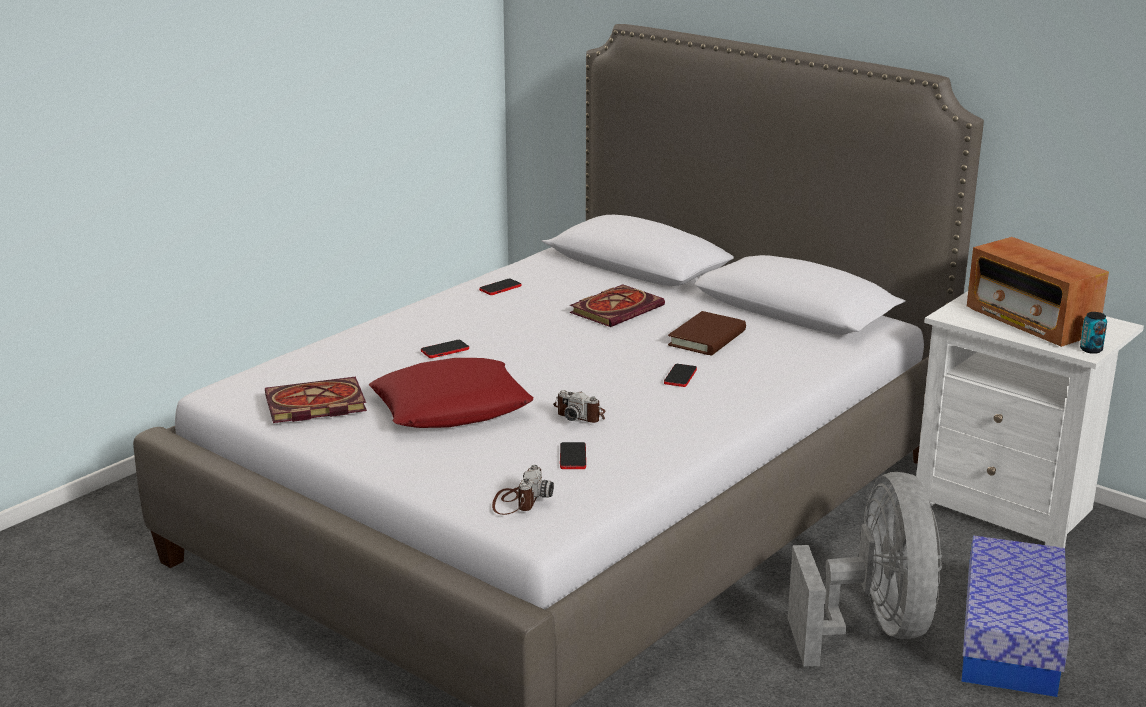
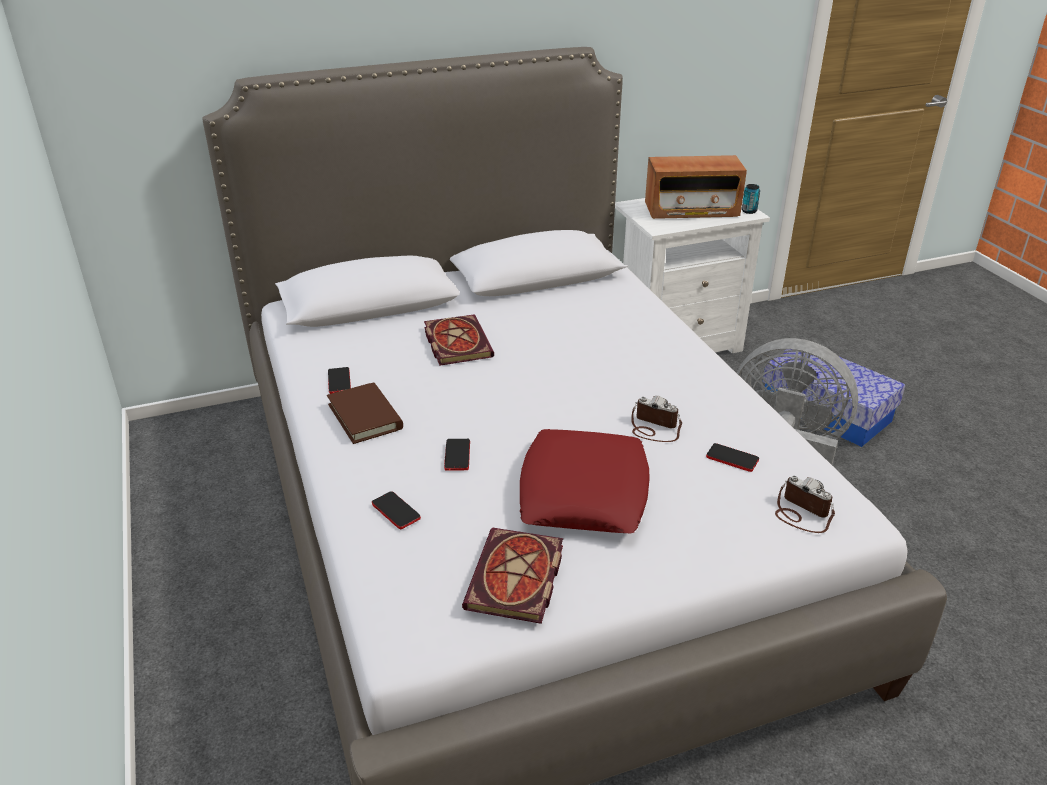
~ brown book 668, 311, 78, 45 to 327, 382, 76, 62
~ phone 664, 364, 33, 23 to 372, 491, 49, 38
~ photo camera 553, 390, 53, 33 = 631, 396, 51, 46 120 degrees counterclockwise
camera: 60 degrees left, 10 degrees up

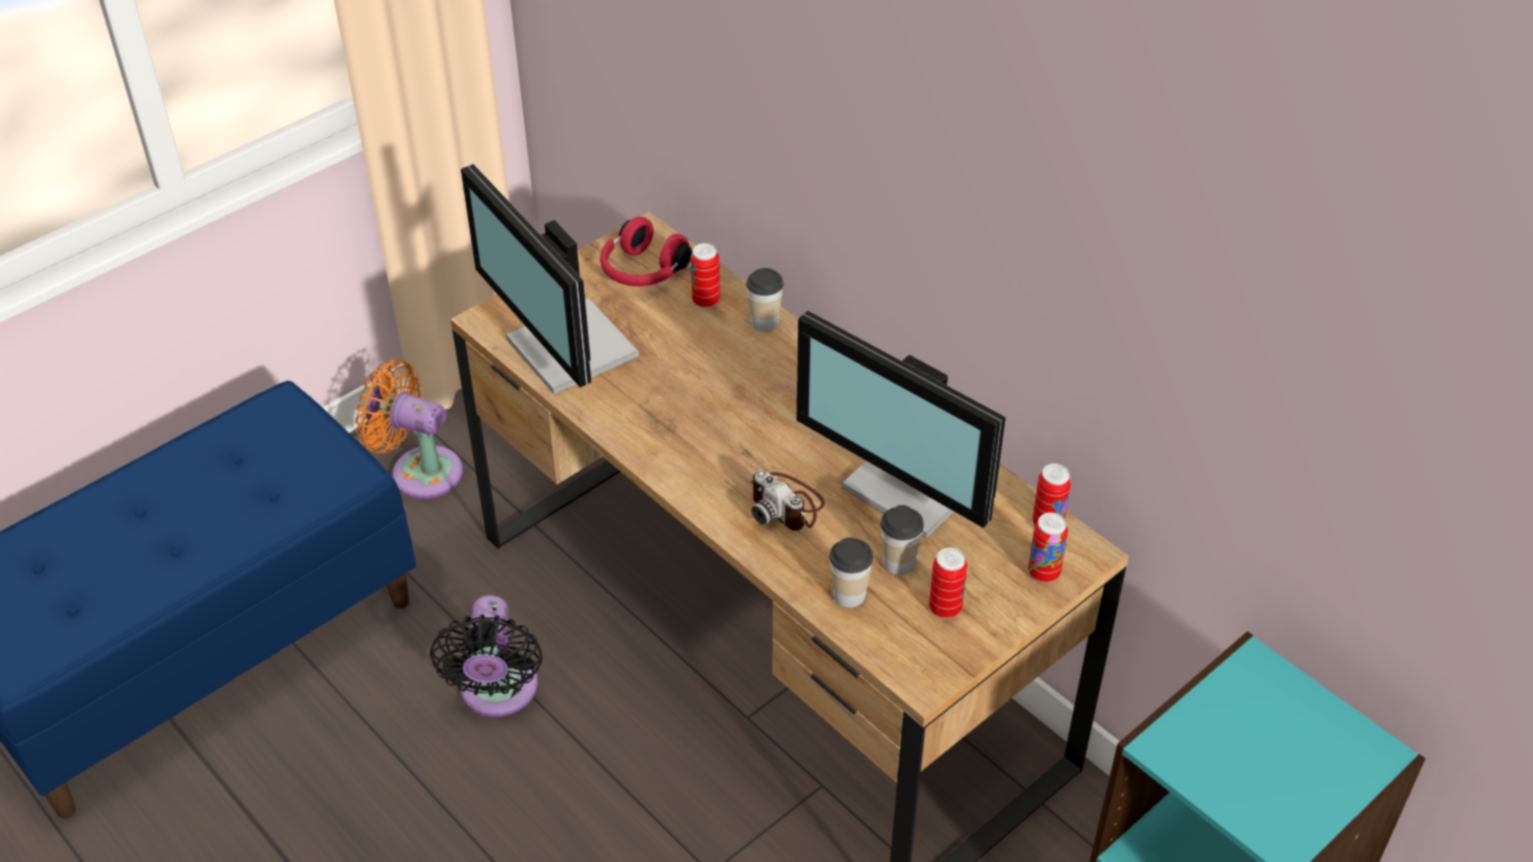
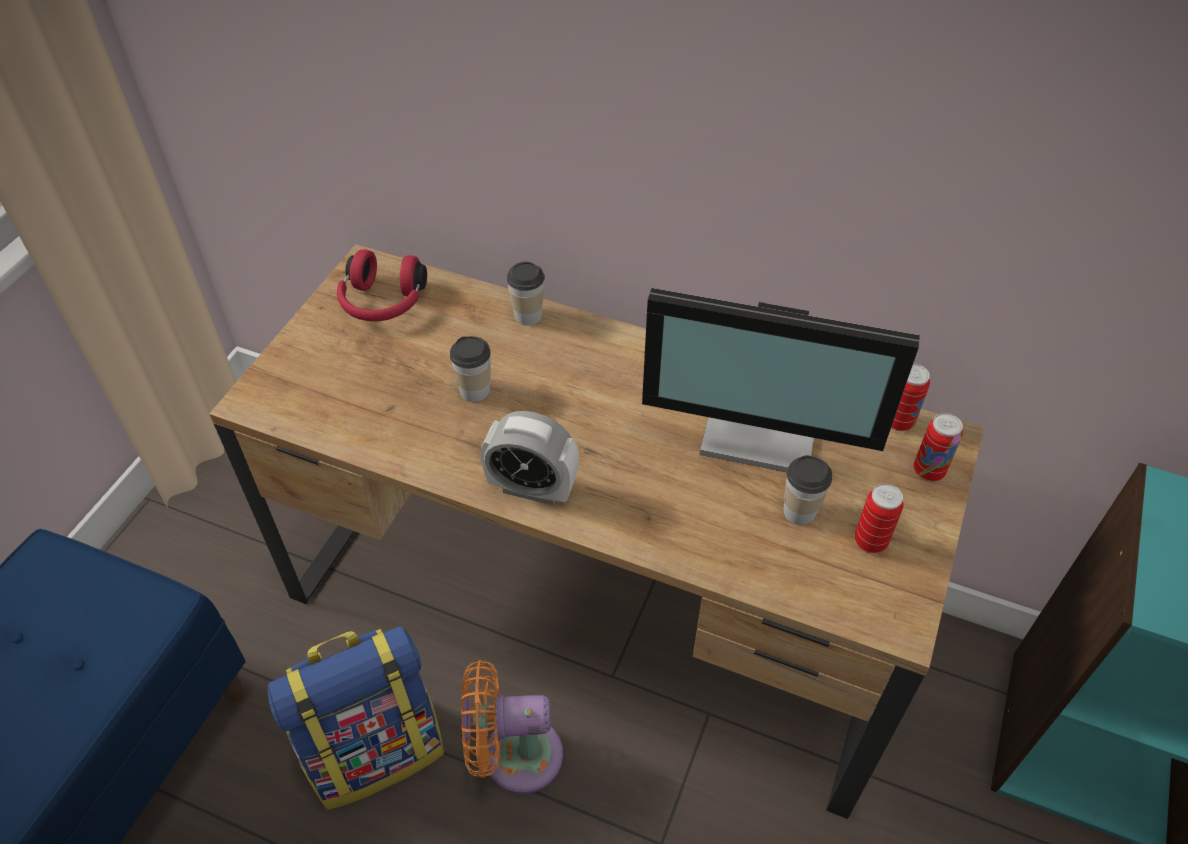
~ black fan 430, 595, 113, 122 to backpack 268, 626, 176, 184
~ cup 830, 537, 43, 71 to 450, 336, 41, 66
~ orange fan 355, 360, 108, 139 to 461, 660, 102, 134
+ alarm clock 480, 411, 99, 94
- monitor 461, 164, 178, 230
- can 690, 243, 30, 65
- photo camera 751, 470, 74, 61
camera: 25 degrees left, 5 degrees up

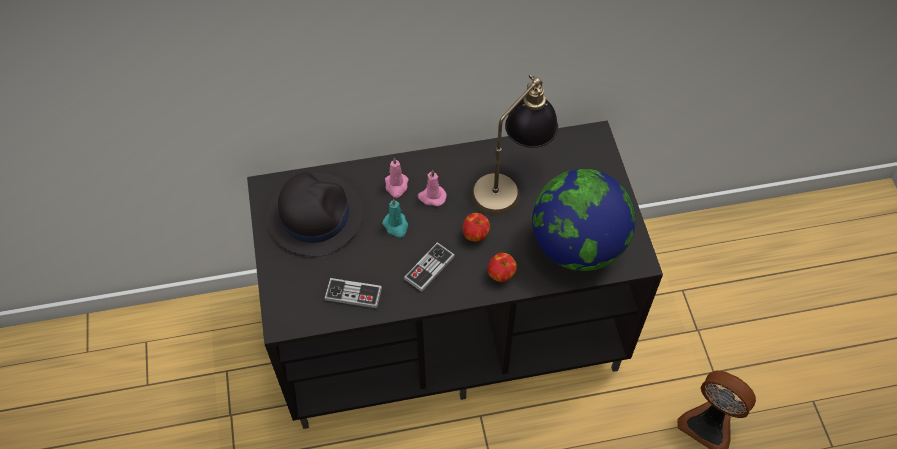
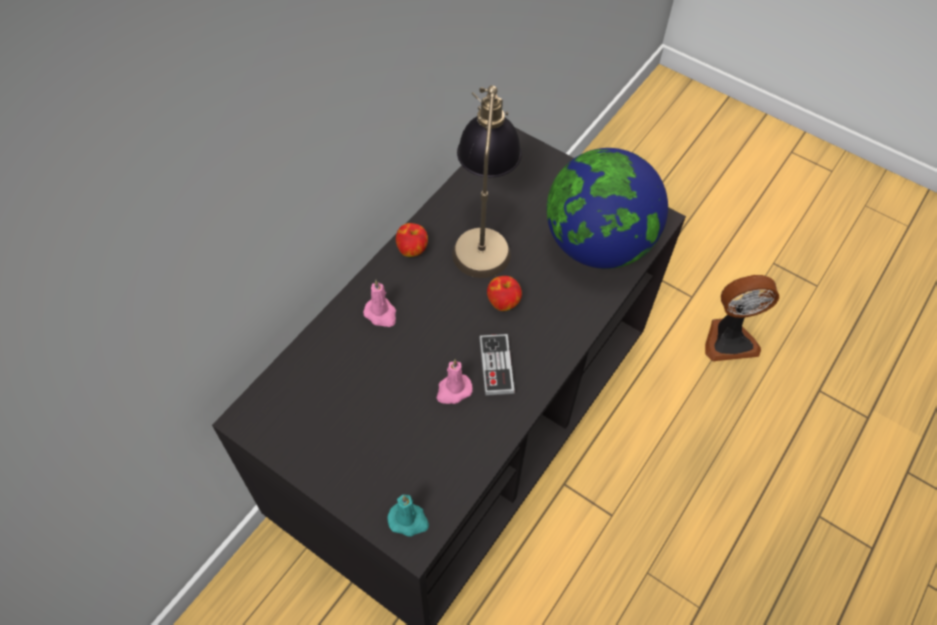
~ turquoise candle 382, 198, 26, 40 to 387, 495, 42, 42
~ apple 488, 253, 29, 29 to 396, 223, 32, 34
~ pink candle 417, 170, 30, 36 to 436, 359, 36, 45
- black hat 266, 172, 97, 85
- game controller 325, 278, 57, 30
camera: 45 degrees left, 0 degrees up

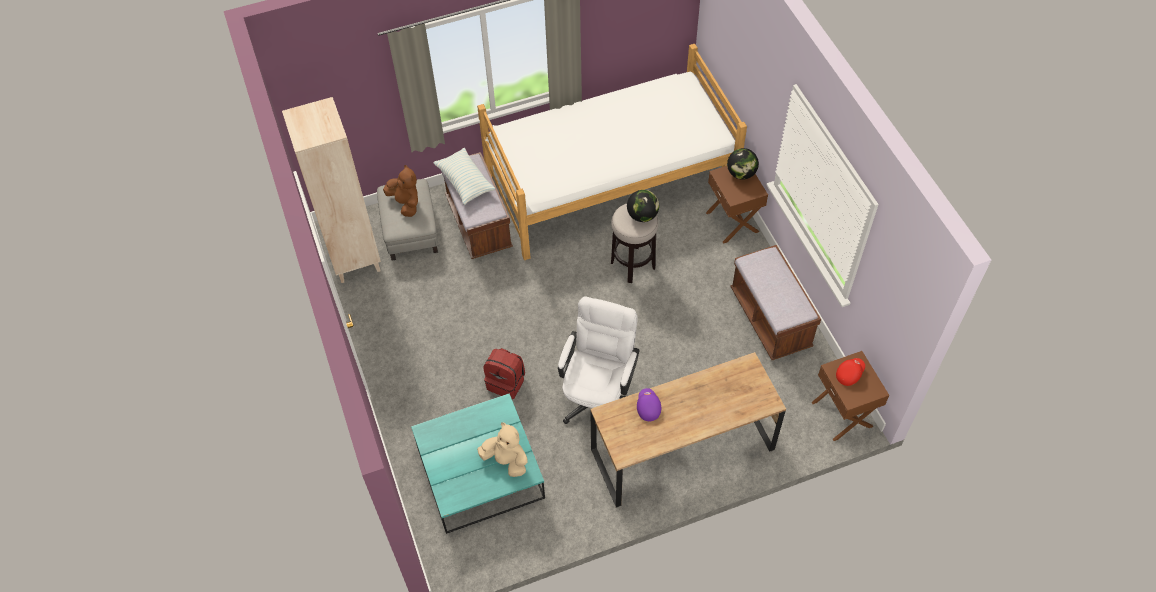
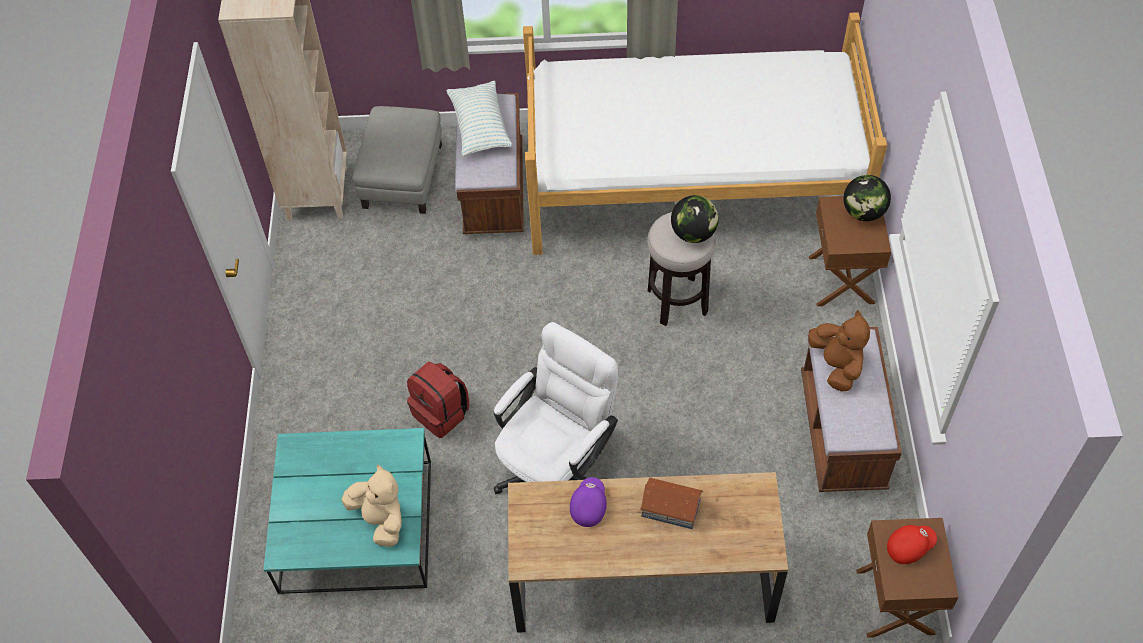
+ toy house 640, 478, 63, 51
~ brown plush toy 383, 165, 35, 52 to 808, 310, 62, 82
camera: 20 degrees right, 0 degrees up

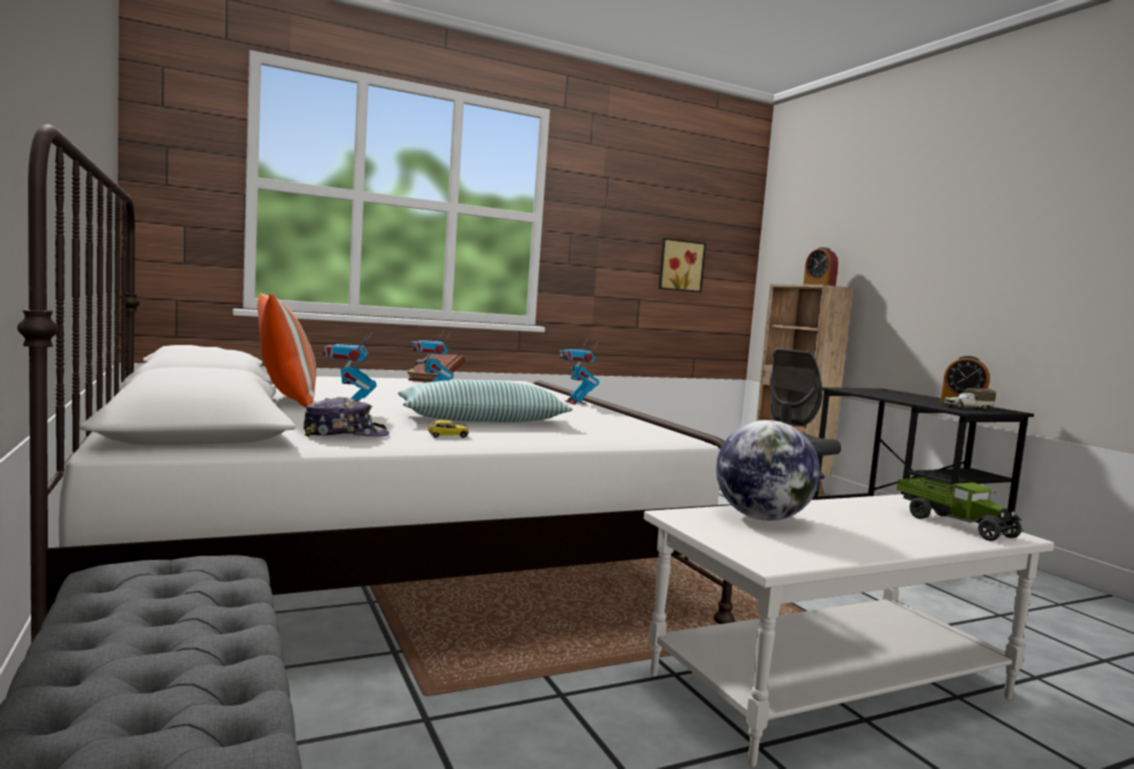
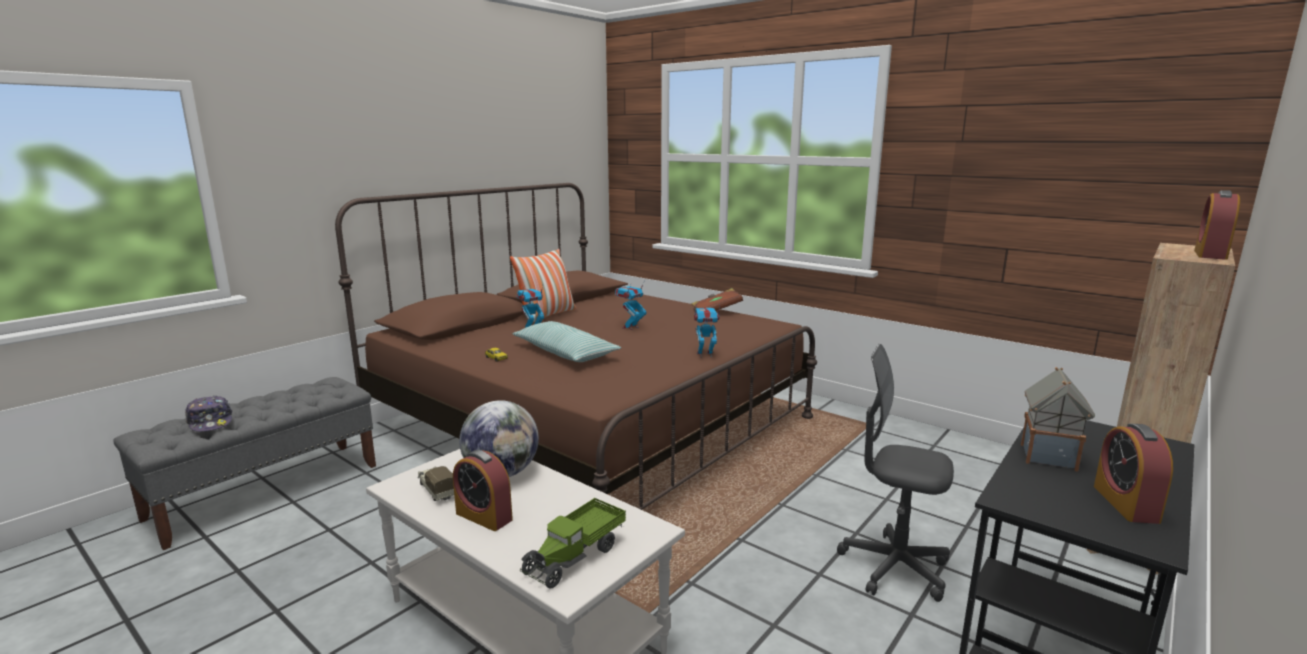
~ cap 303, 397, 86, 40 to 185, 396, 48, 36
~ white bed 17, 124, 718, 519 to brown bed 335, 183, 482, 327
~ toy truck 944, 388, 52, 22 to 418, 466, 36, 35
+ alarm clock 453, 450, 60, 81
~ toy robot 559, 339, 40, 65 = 694, 304, 26, 54 45 degrees clockwise
+ toy house 1021, 367, 74, 105
- picture 658, 238, 48, 55
camera: 65 degrees right, 10 degrees up

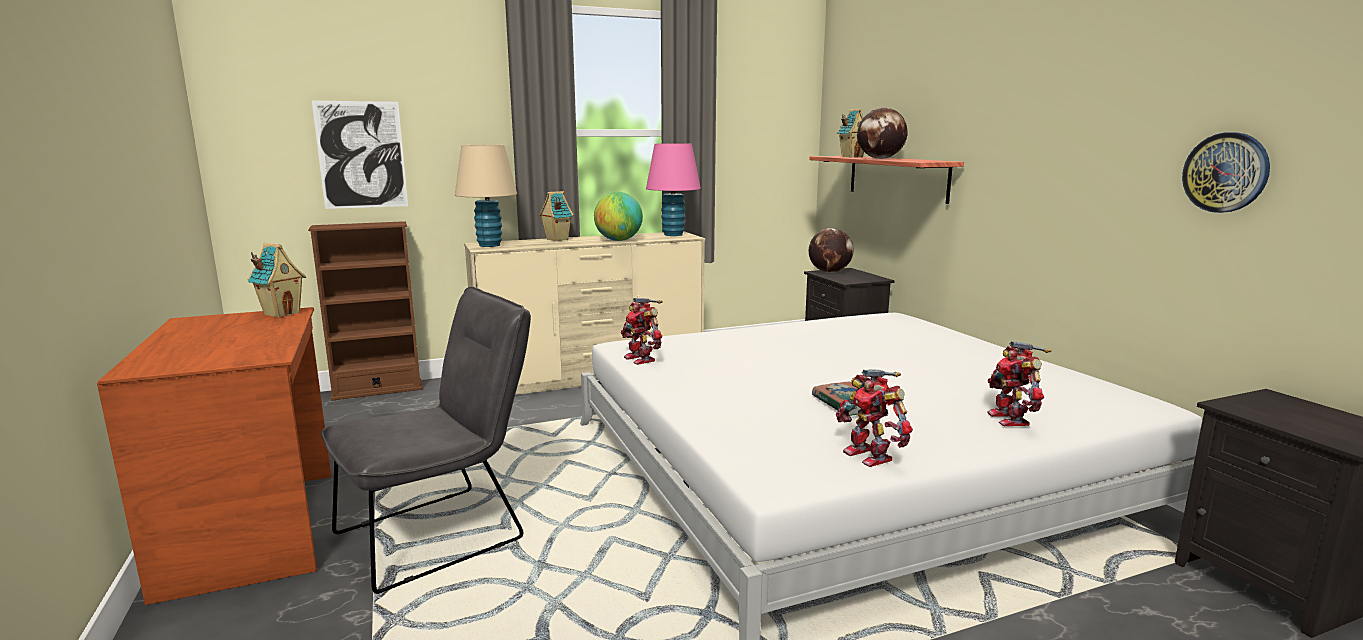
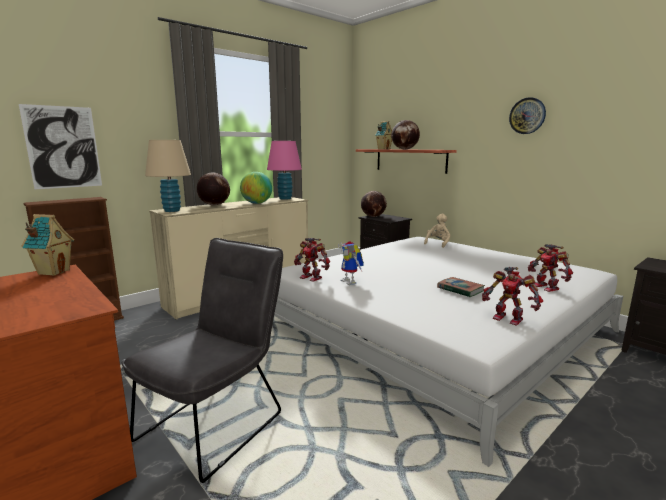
~ toy house 539, 191, 35, 51 to globe 197, 173, 33, 32
+ toy robot 338, 241, 26, 44
+ beige plush toy 424, 214, 26, 34
~ wall clock 1182, 132, 88, 81 to 509, 97, 37, 37
camera: 20 degrees left, 0 degrees up

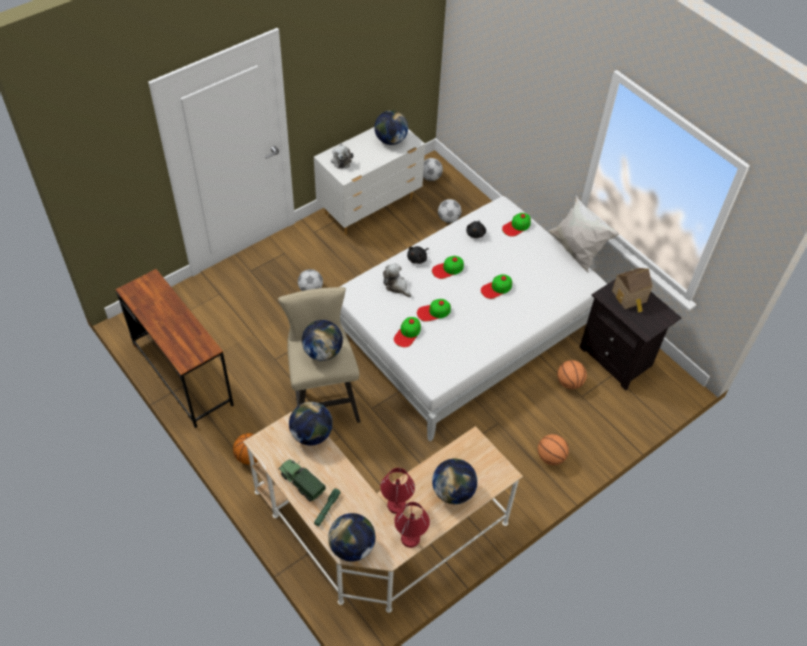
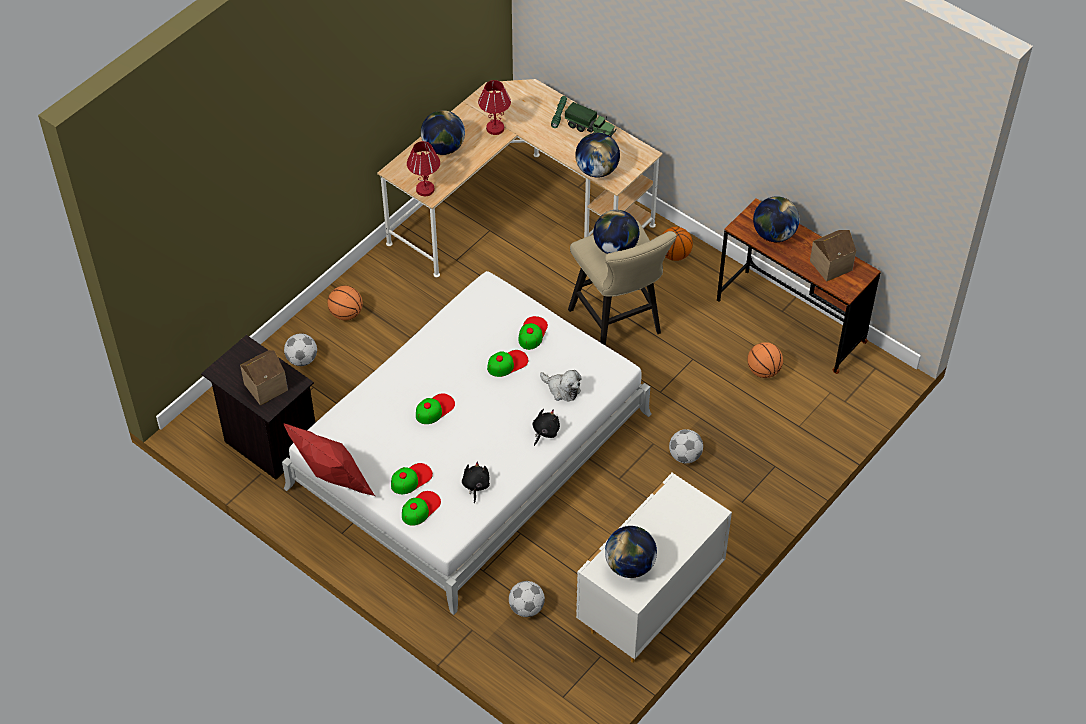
~ white pillow 548, 195, 71, 78 to red pillow 283, 423, 93, 74
~ football 423, 158, 20, 23 to 284, 333, 33, 33
~ cap 432, 256, 32, 23 to 391, 463, 42, 31
~ red table lamp 394, 502, 36, 46 to 407, 141, 33, 55
~ basketball 557, 360, 30, 29 to 747, 342, 36, 36
~ globe 328, 513, 47, 49 to 753, 196, 46, 46
+ toy house 810, 230, 46, 52
- plush toy 331, 143, 22, 26
camera: 170 degrees right, 0 degrees up

